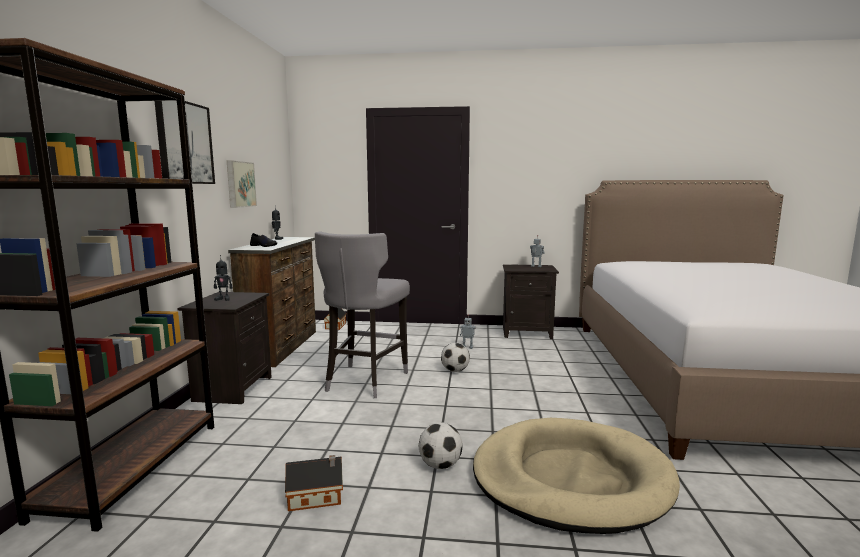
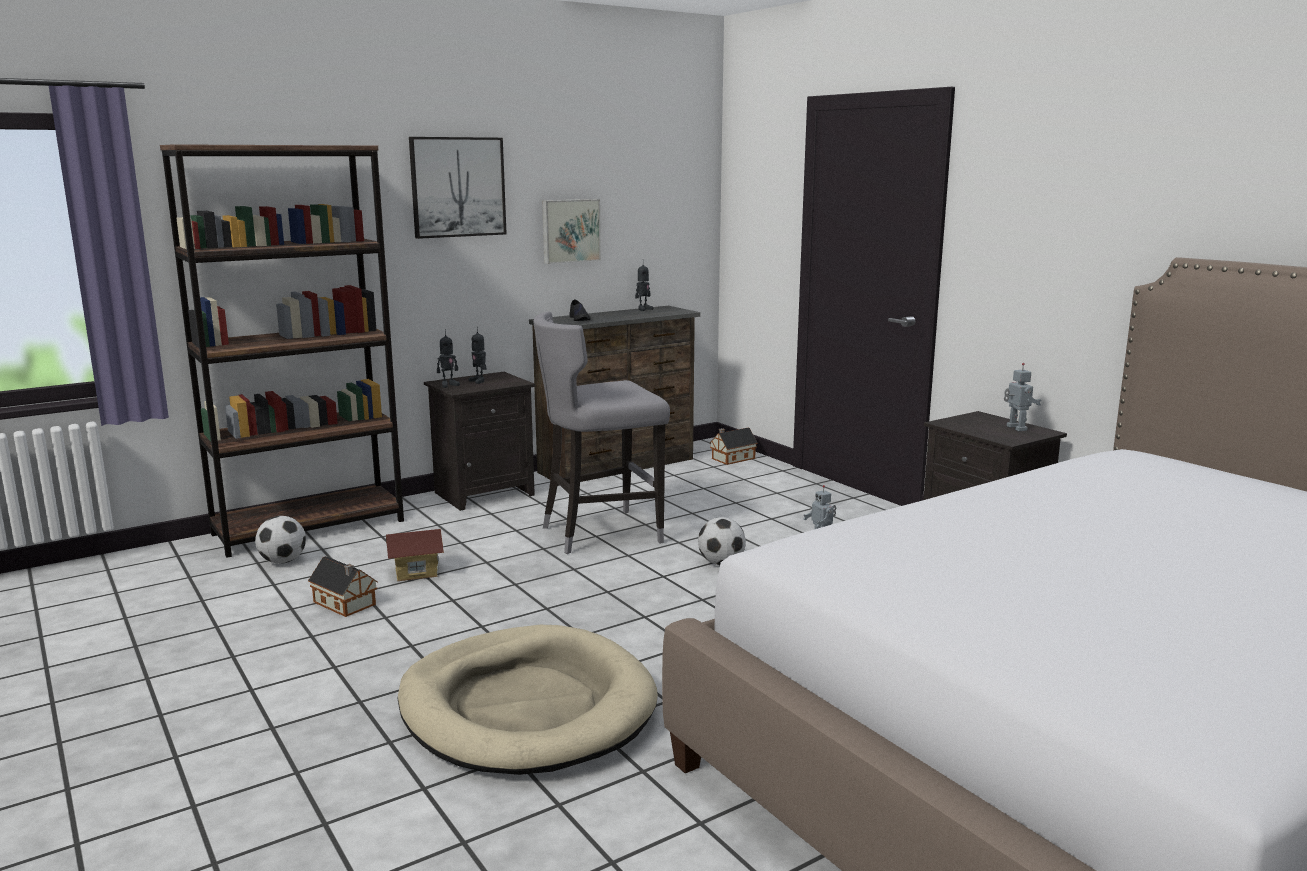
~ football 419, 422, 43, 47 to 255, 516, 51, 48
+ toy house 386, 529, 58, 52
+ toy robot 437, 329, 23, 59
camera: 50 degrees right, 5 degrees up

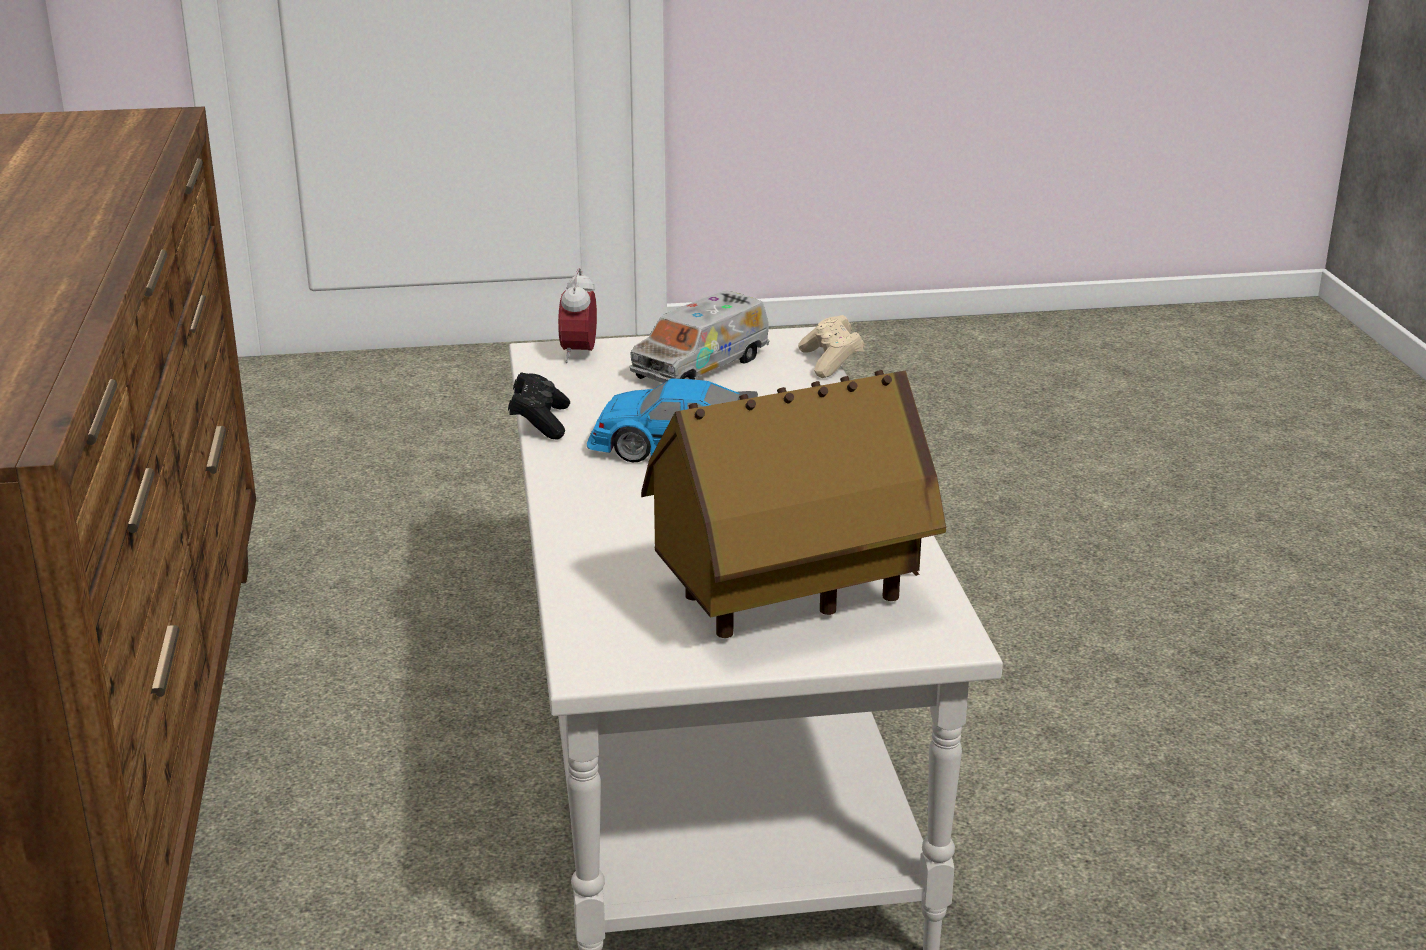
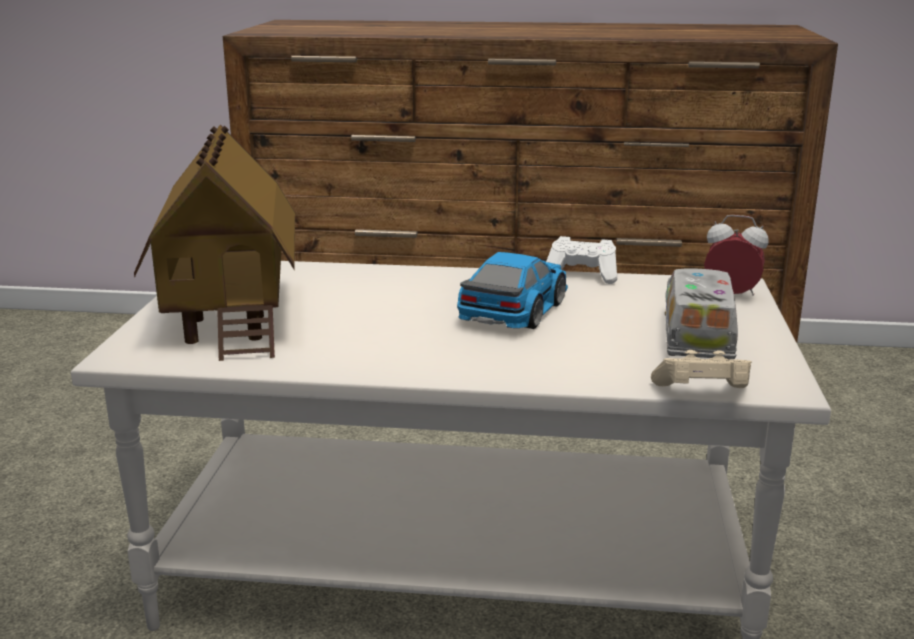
~ black game controller 508, 372, 62, 68 to white game controller 546, 236, 71, 48
~ toy truck 629, 290, 141, 93 = 665, 268, 73, 91 45 degrees clockwise
camera: 105 degrees right, 5 degrees down

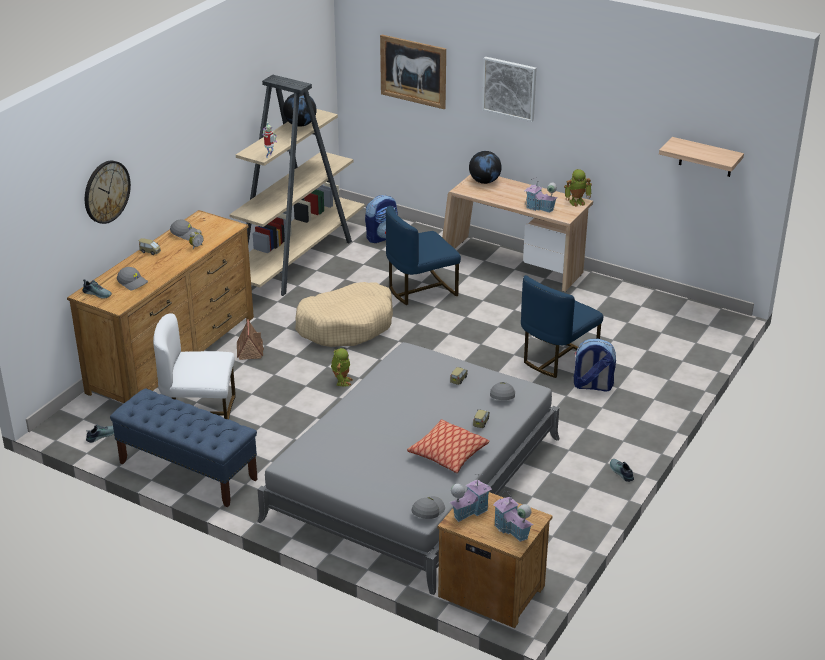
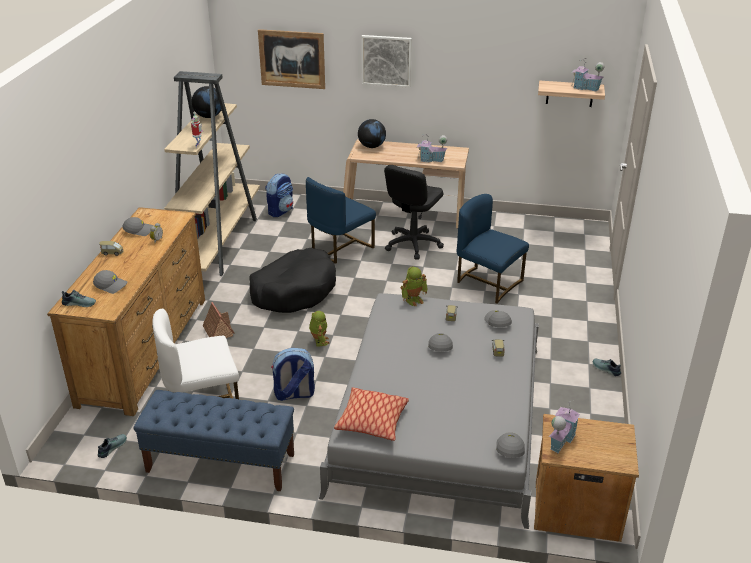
~ beige dog bed 295, 282, 98, 65 to black dog bed 249, 248, 87, 65
~ backpack 574, 338, 42, 54 to 271, 348, 44, 53
~ pillow 407, 419, 83, 54 to 334, 387, 75, 54
+ black office chair 384, 165, 60, 95
~ toy robot 564, 169, 28, 38 to 400, 266, 28, 40
+ grey cap 428, 333, 25, 18
~ blue chair 521, 275, 82, 103 = 457, 194, 72, 110 105 degrees clockwise
~ toy house 493, 491, 41, 51 to 572, 58, 32, 34
- wall clock 85, 161, 46, 63
camera: 20 degrees left, 0 degrees up

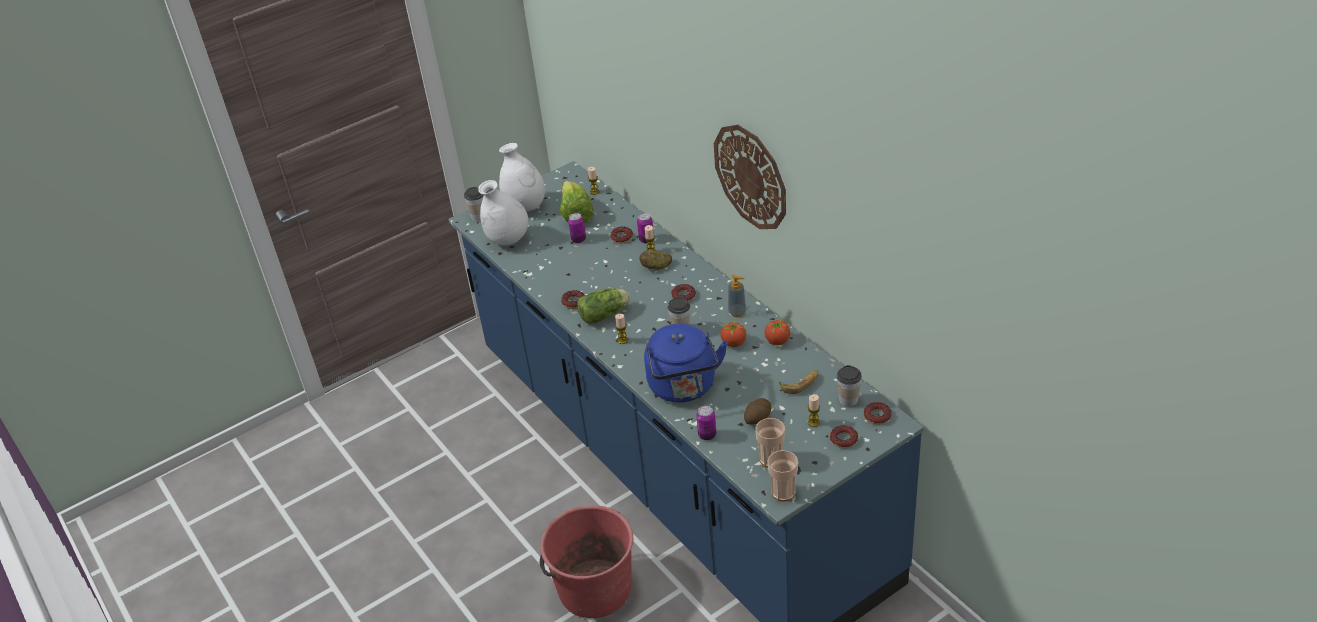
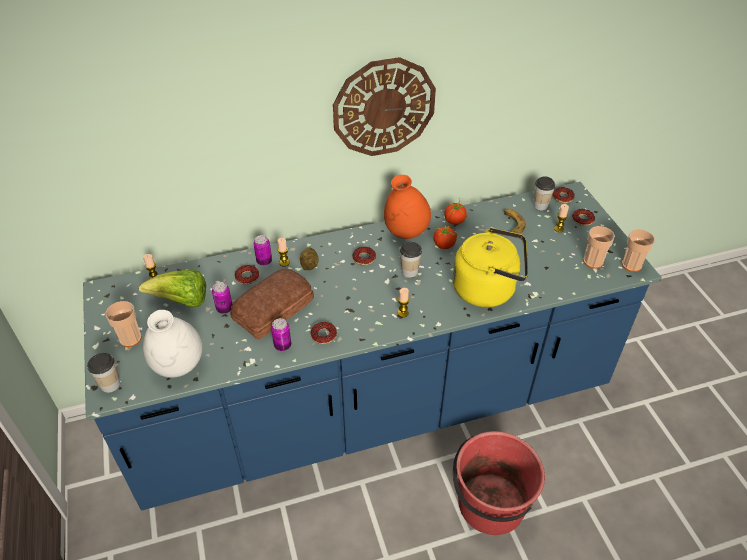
~ white vase 499, 143, 46, 69 to cup 105, 301, 37, 46
+ bread 230, 269, 84, 71
~ can 696, 405, 20, 35 to 271, 318, 20, 33
~ soap dispenser 728, 275, 18, 42 to orange vase 384, 175, 47, 64
~ blue kettle 644, 324, 84, 79 to yellow kettle 453, 227, 75, 80
- lettuce 577, 288, 53, 36
- potato 744, 398, 27, 27
camera: 75 degrees left, 5 degrees up

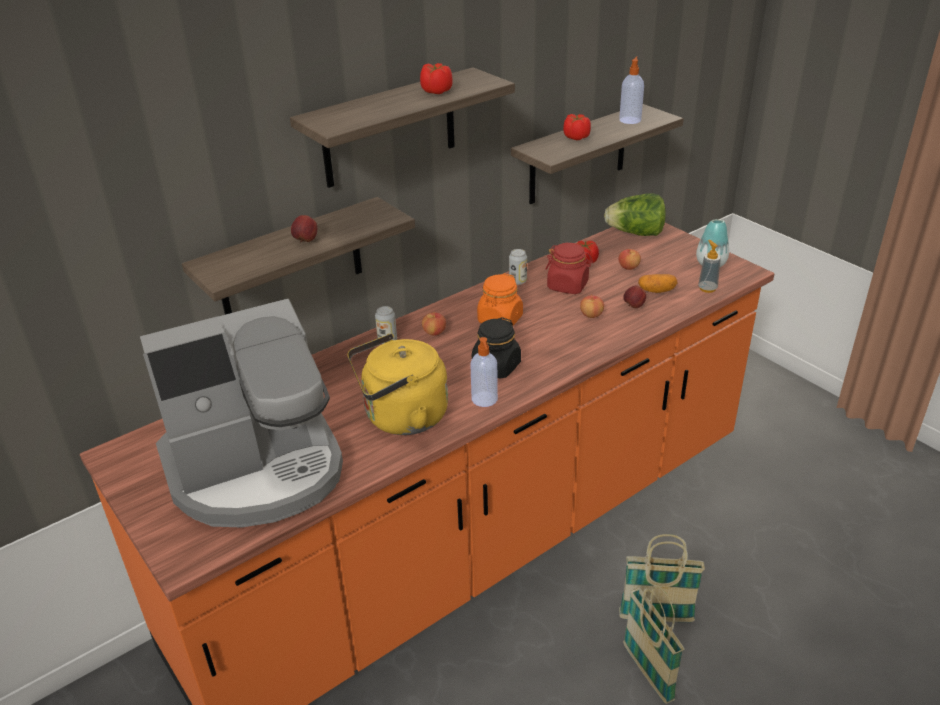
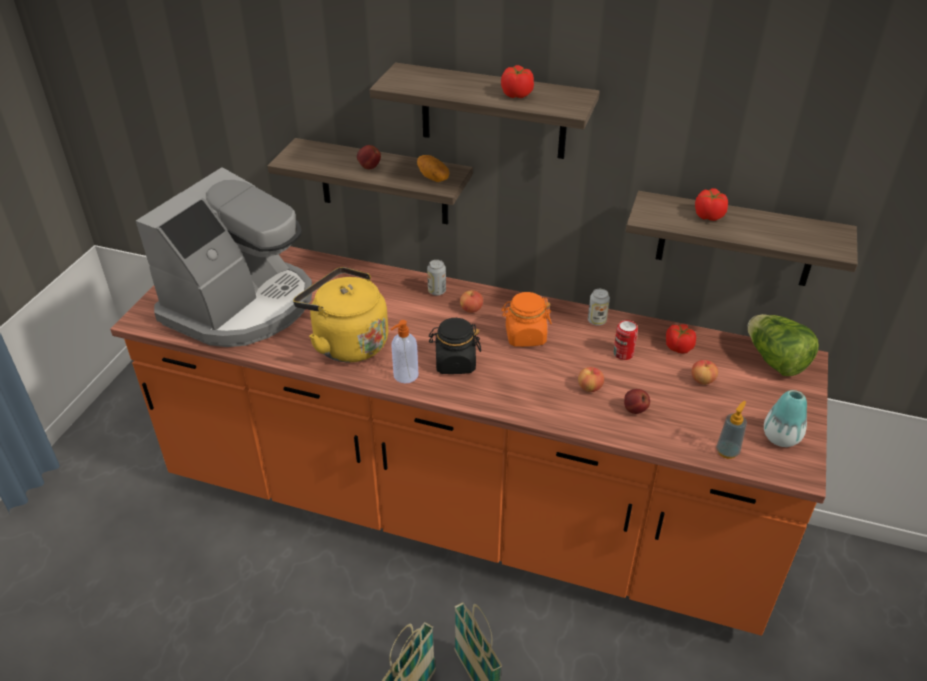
~ coffee machine 140, 299, 203, 228 = 136, 167, 176, 180 90 degrees counterclockwise
~ potato 638, 274, 40, 19 to 417, 155, 33, 27
~ red jar 545, 243, 48, 51 to can 613, 320, 25, 40
- soap dispenser 619, 56, 25, 68
camera: 55 degrees right, 5 degrees up

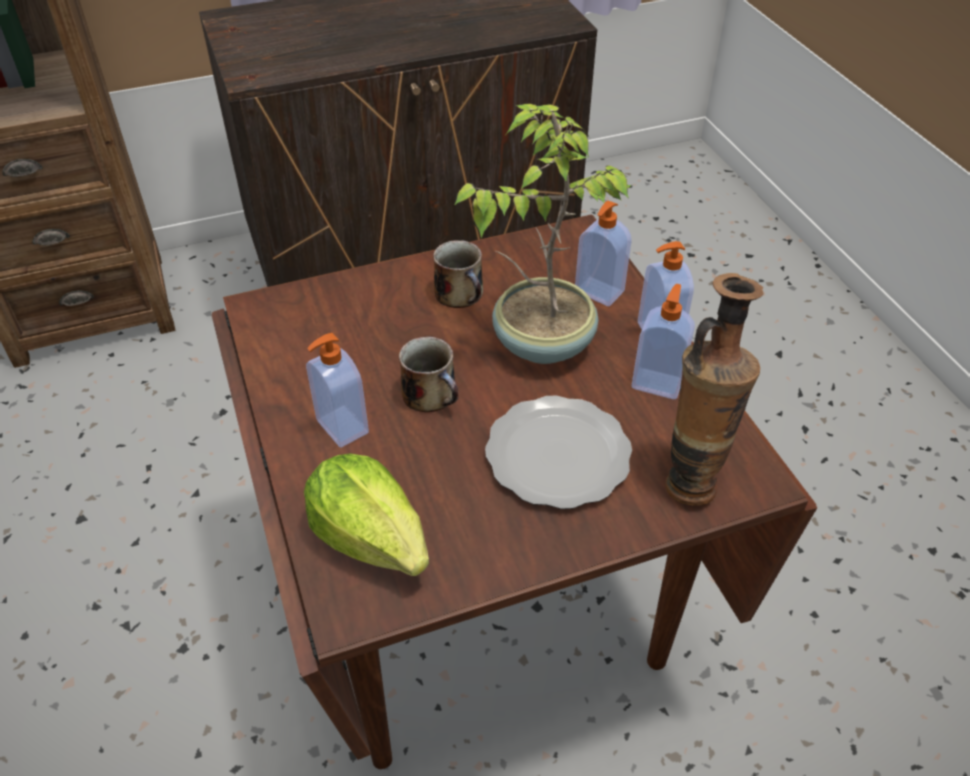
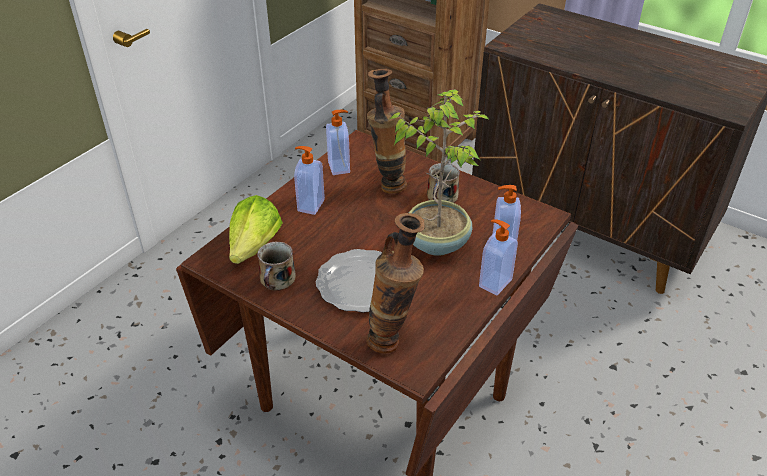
~ mug 399, 337, 60, 75 to 257, 242, 39, 49
~ soap dispenser 632, 284, 63, 115 to 326, 110, 24, 65
+ vase 367, 69, 40, 125
camera: 55 degrees right, 5 degrees down

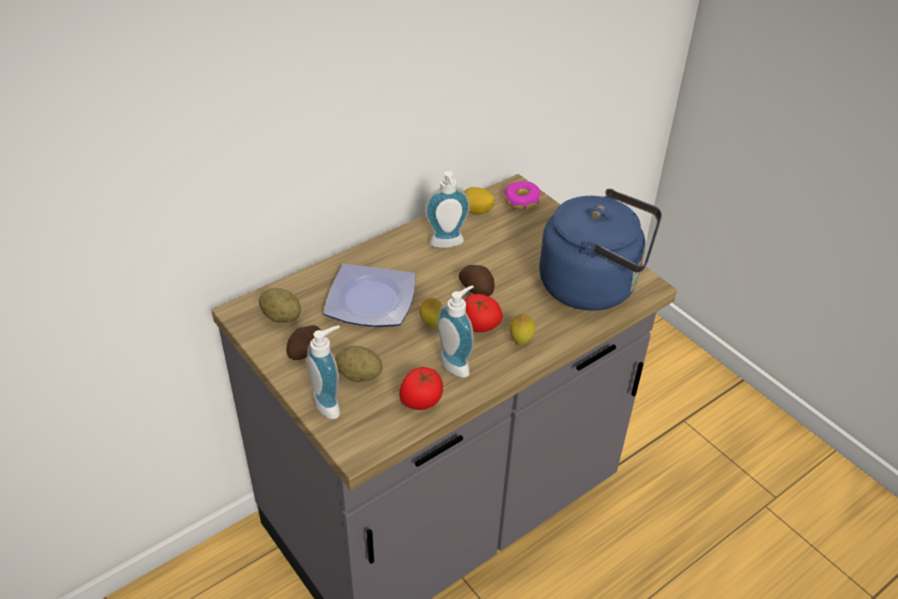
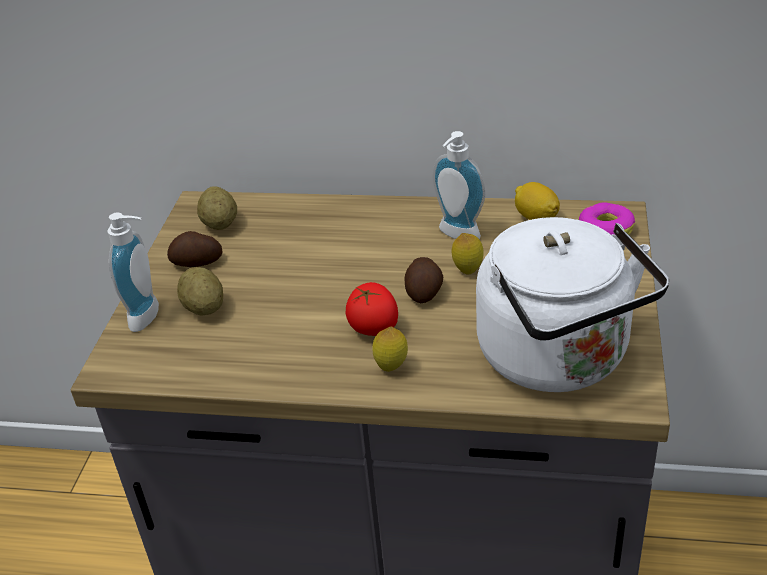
~ lemon 420, 298, 22, 30 to 452, 233, 32, 42
~ blue kettle 539, 189, 123, 122 to white kettle 476, 217, 193, 175
- plate 323, 264, 93, 63
- tomato 399, 367, 44, 43
- soap dispenser 438, 285, 36, 93
camera: 50 degrees right, 5 degrees down

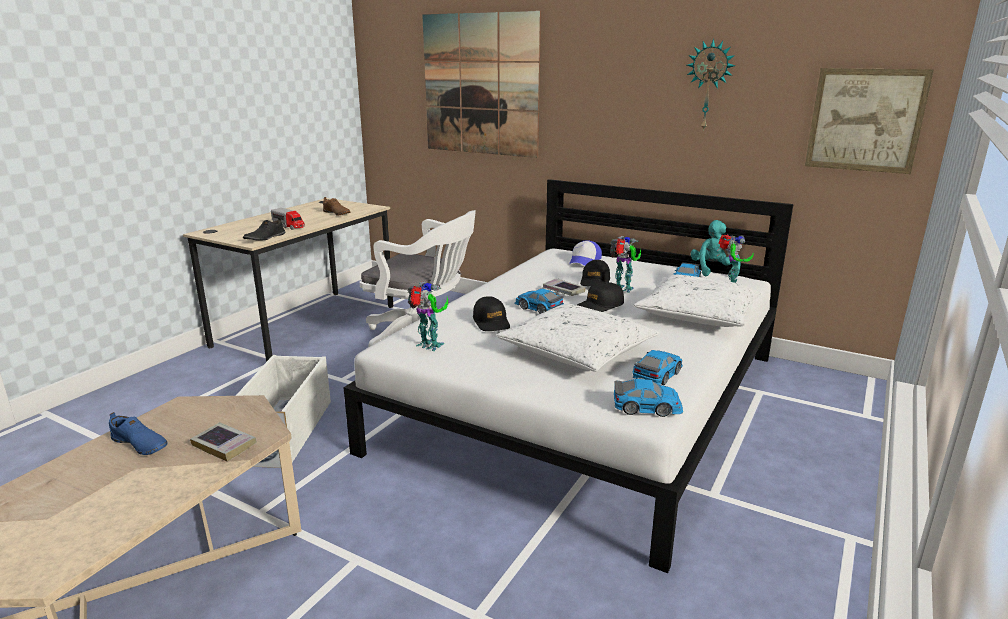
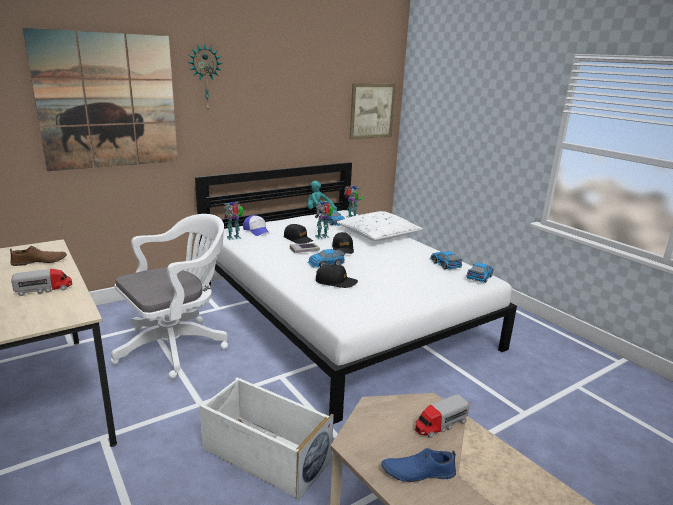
~ wall clock 687, 39, 48, 92 to 188, 44, 35, 66
~ toy robot 407, 282, 42, 69 to 224, 201, 20, 39
~ blue shoe 109, 412, 59, 43 = 381, 448, 75, 34 150 degrees counterclockwise
~ book 190, 422, 67, 40 to toy truck 415, 395, 55, 43
- black shoe 243, 218, 43, 23
- white pillow 496, 304, 163, 68
camera: 65 degrees left, 0 degrees up

